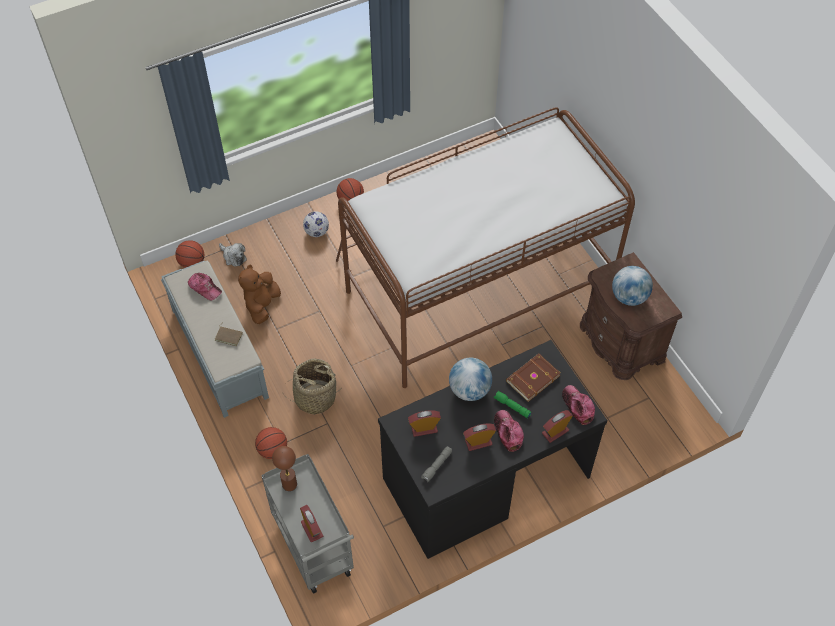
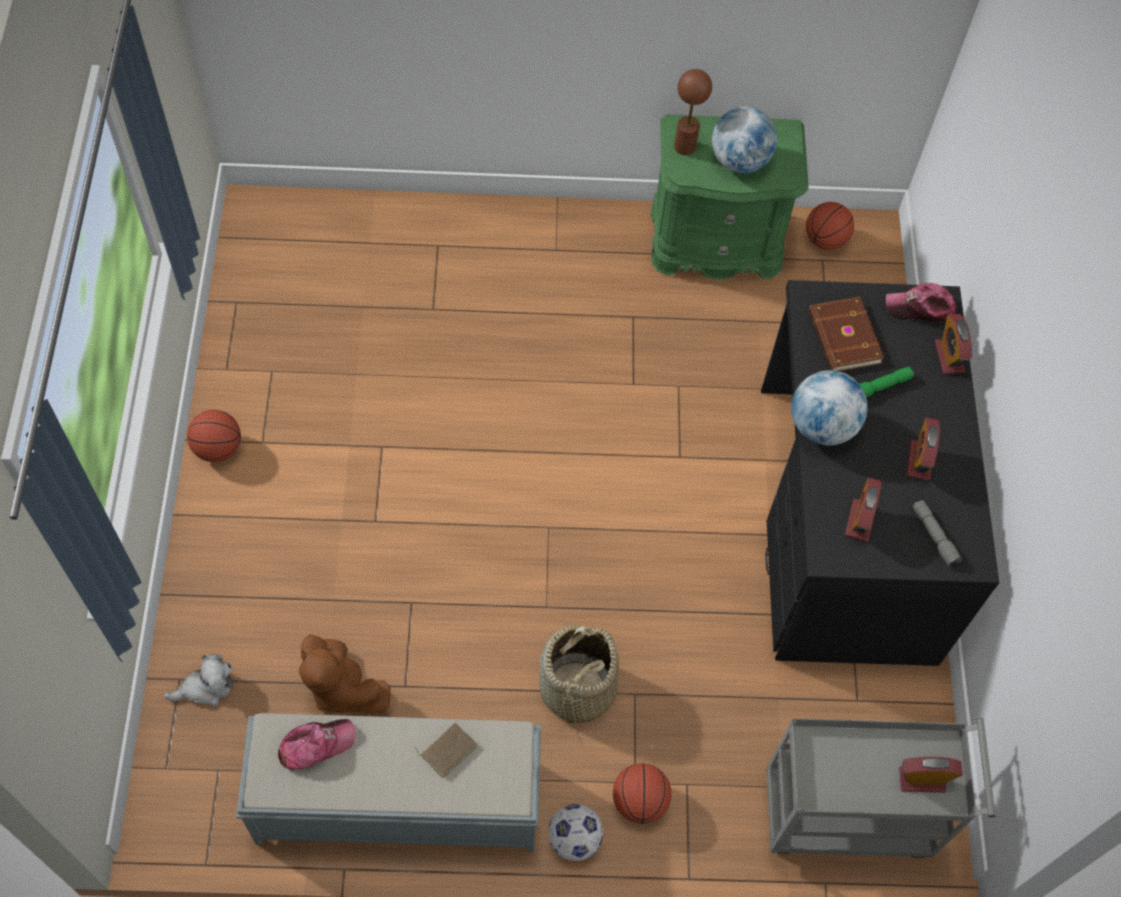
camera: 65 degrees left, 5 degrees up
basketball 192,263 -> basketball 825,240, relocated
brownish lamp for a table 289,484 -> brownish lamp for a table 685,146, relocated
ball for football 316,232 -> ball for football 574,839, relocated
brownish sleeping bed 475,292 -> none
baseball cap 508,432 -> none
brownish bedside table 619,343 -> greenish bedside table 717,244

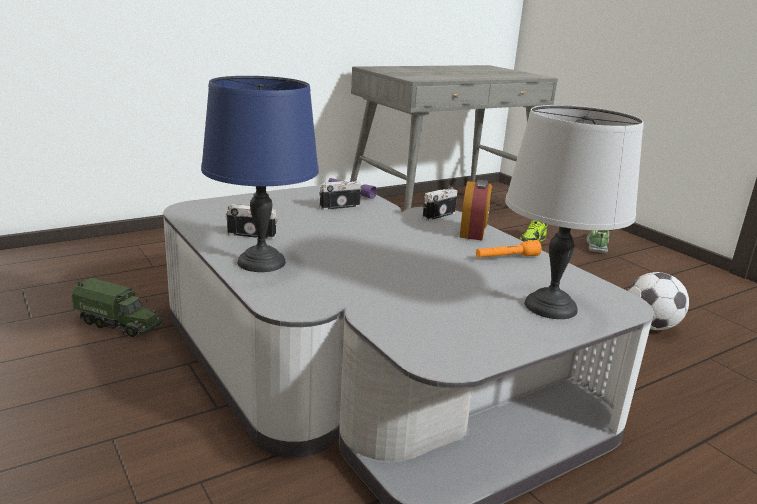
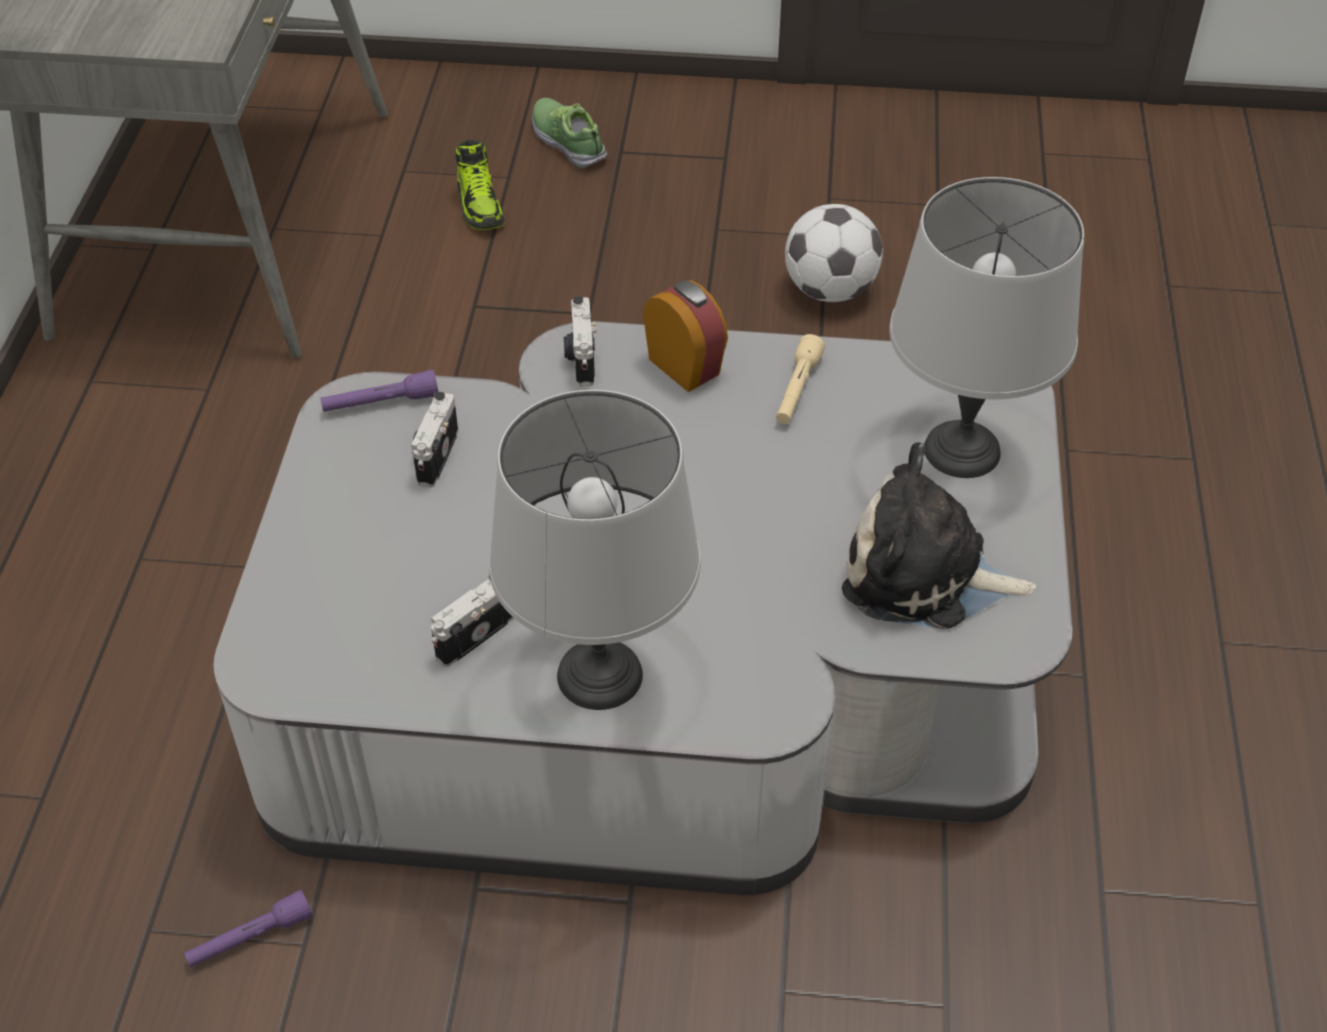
camera: 50 degrees left, 25 degrees up
toy truck 119,323 -> purple flashlight 250,938
blue lamp for a table 260,262 -> greyish lamp for a table 597,675
orange-coloured flashlight 506,258 -> beige flashlight 797,390
none -> soft toy 924,575

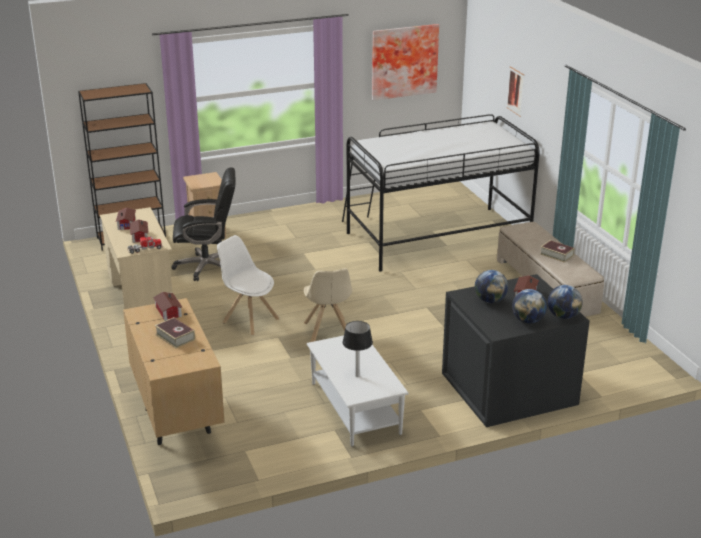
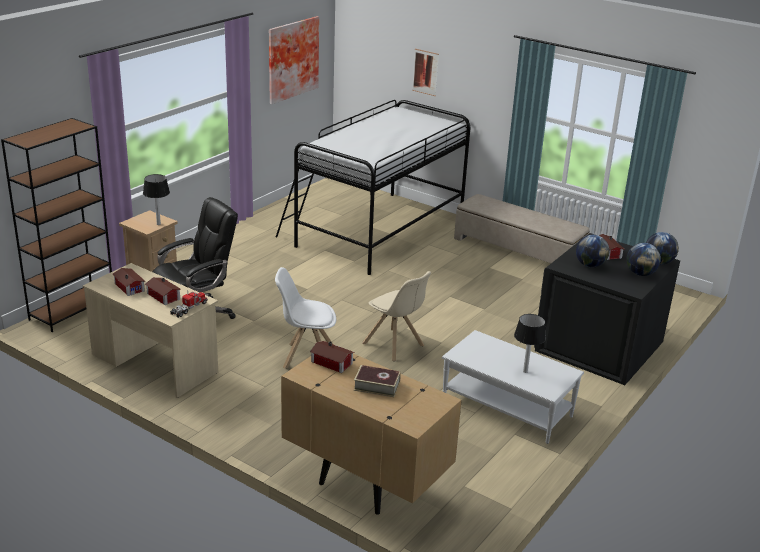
camera: 35 degrees left, 0 degrees up
bound book 556,255 -> none
none -> lamp for a table 158,224

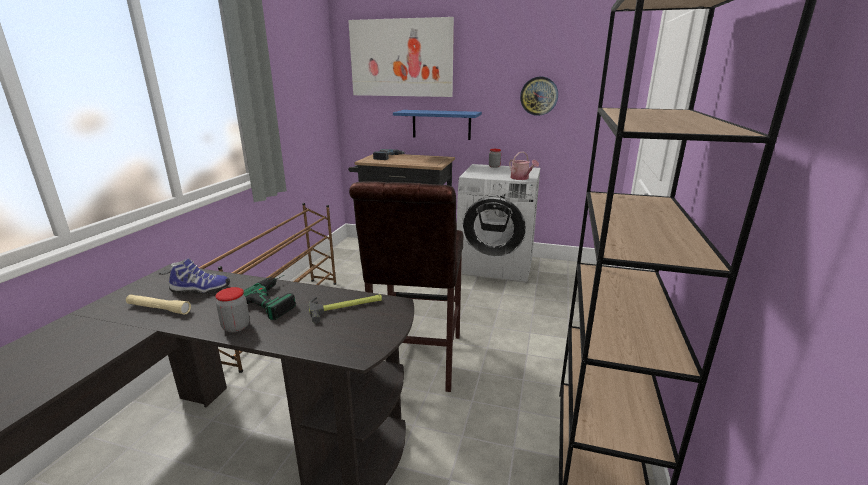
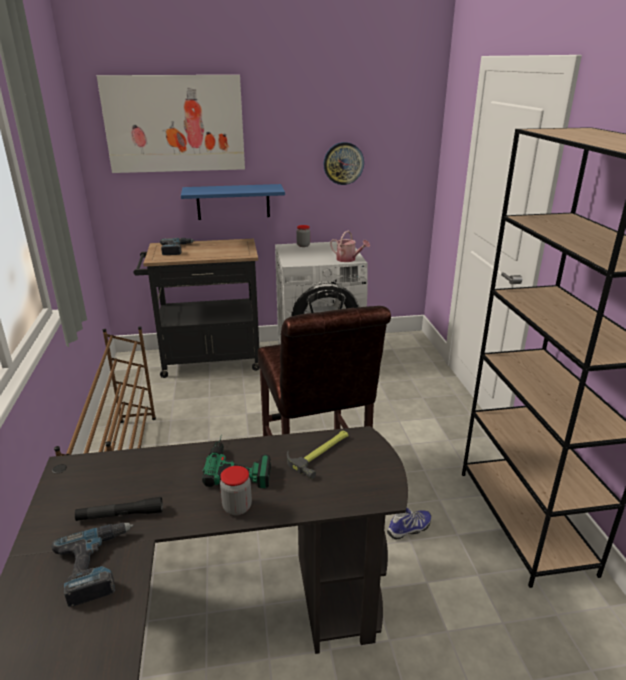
camera: 25 degrees left, 5 degrees up
beige flashlight 159,309 -> black-coloured flashlight 120,515
shoe 200,290 -> shoe 410,529, relocated
none -> drill 97,566

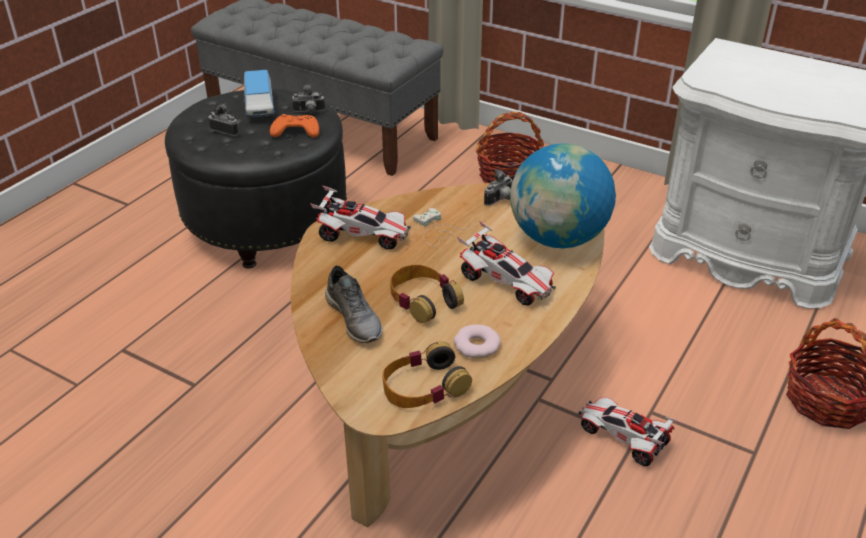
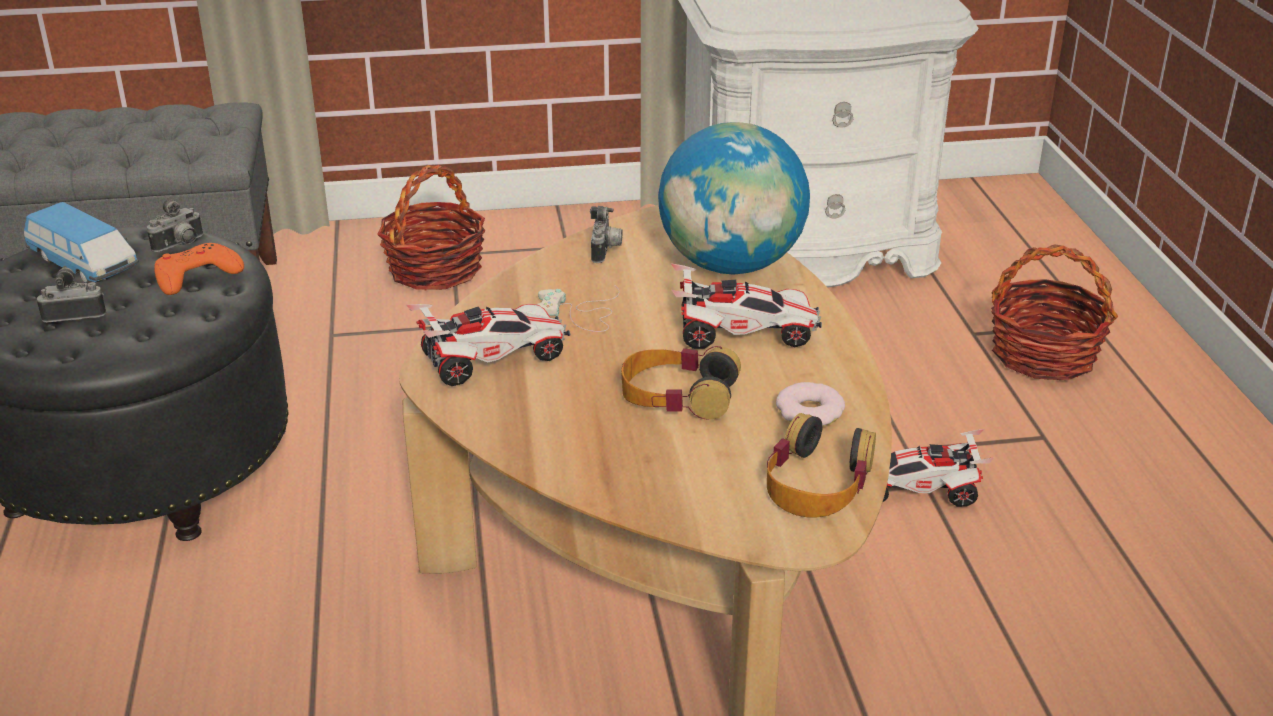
camera: 40 degrees left, 5 degrees down
greyish shoe 355,318 -> none

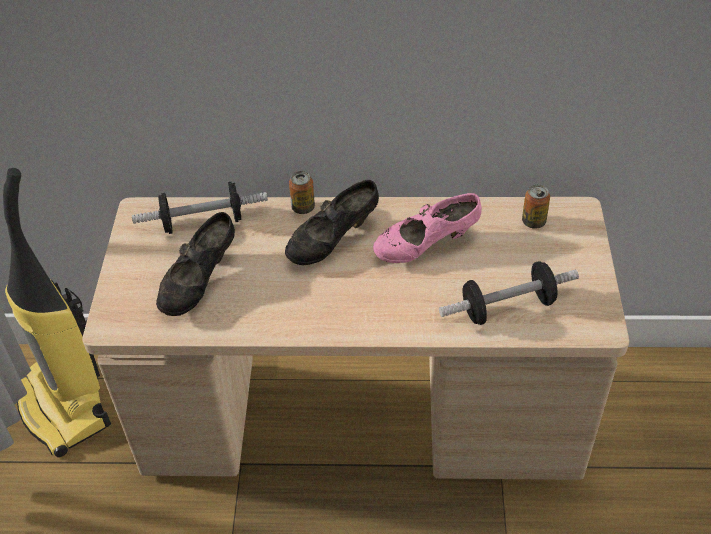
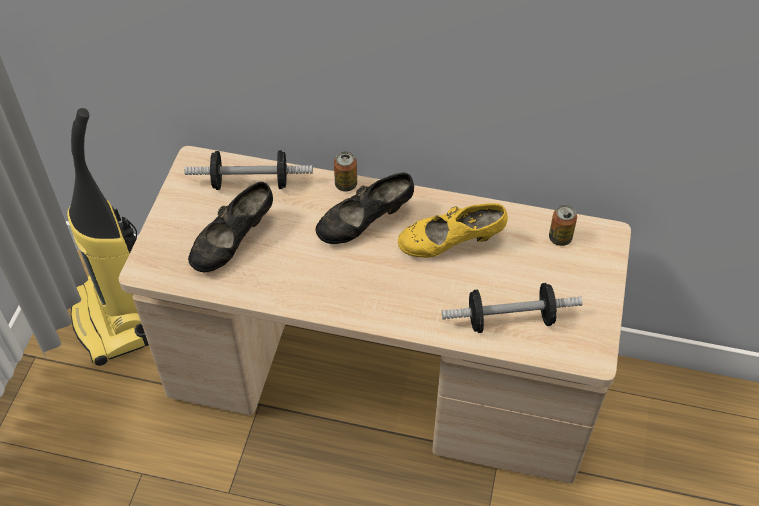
camera: 10 degrees right, 5 degrees up
pink-coloured shoe 426,246 -> yellowish shoe 450,245

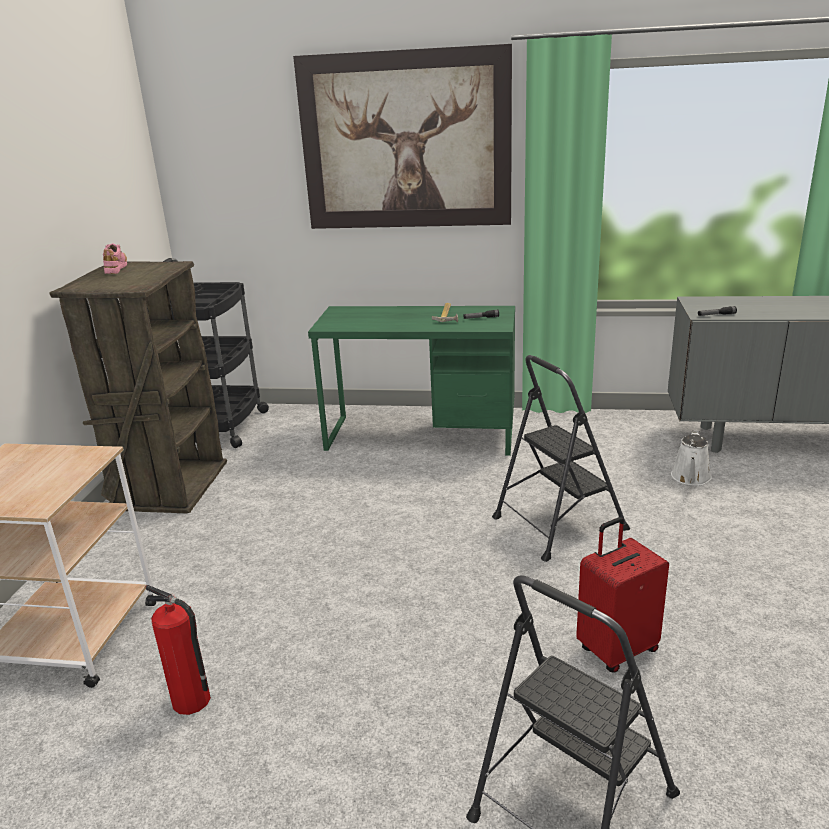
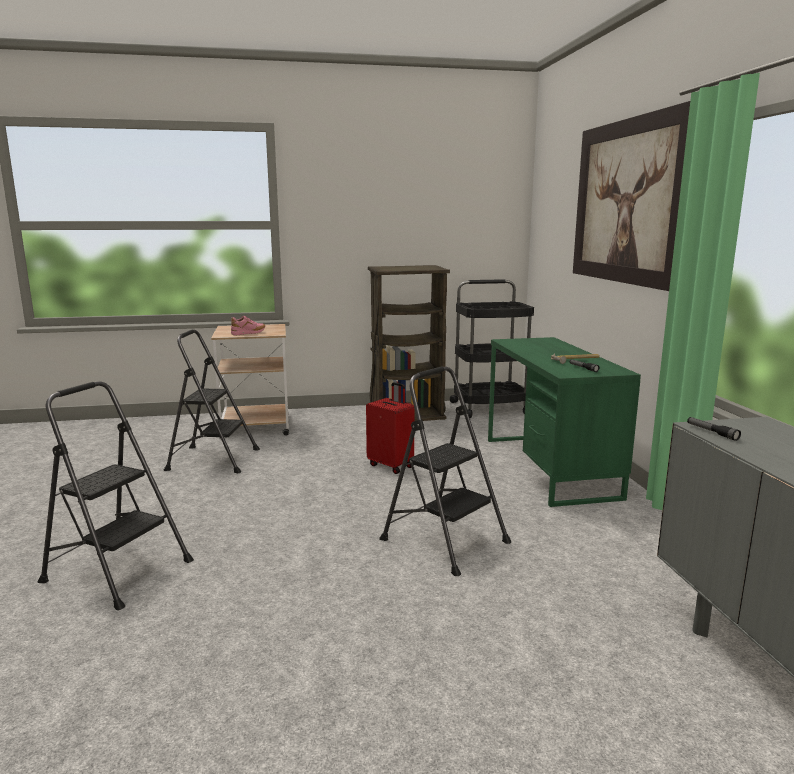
camera: 70 degrees right, 10 degrees down
pink-coloured shoe 117,269 -> pink-coloured shoe 248,333, relocated
fire-fighting cylinder 192,700 -> black-coloured step ladder 211,459
red-coloured suitcase 616,649 -> red-coloured suitcase 391,465, relocated
white-coloured watering pot 690,478 -> none

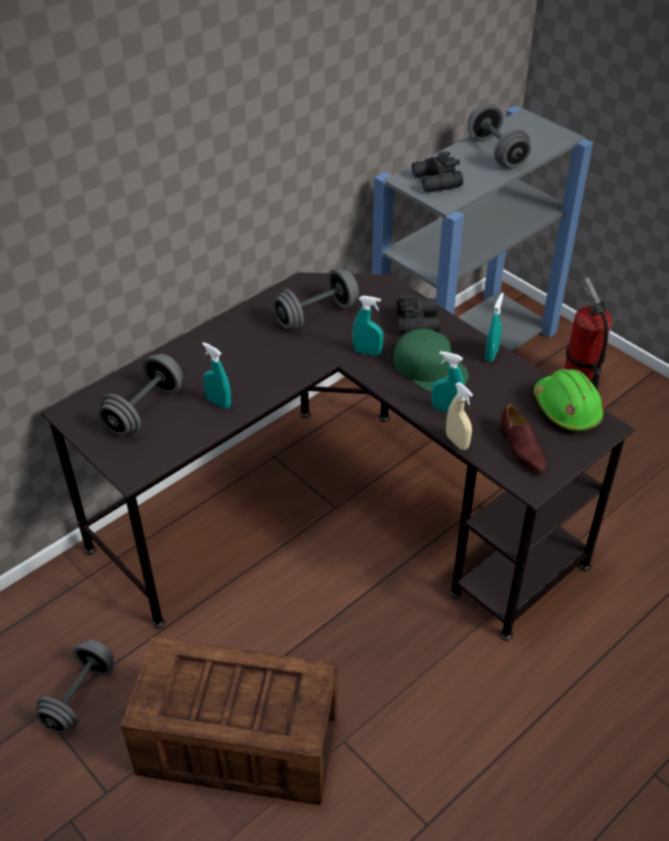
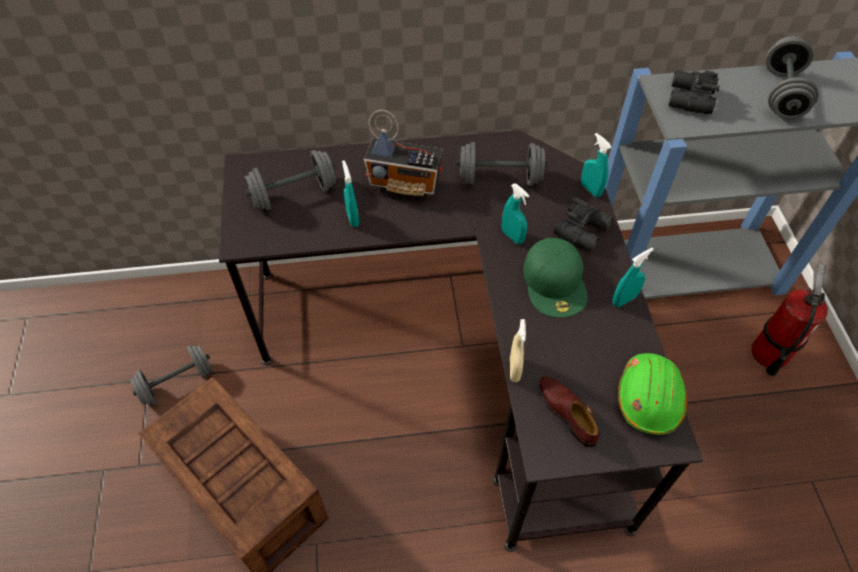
camera: 35 degrees right, 10 degrees up
turquoise sprayer 446,409 -> turquoise sprayer 590,189, relocated
brownish shoe 521,449 -> brownish shoe 567,413, 135 degrees clockwise
none -> radio set 405,183

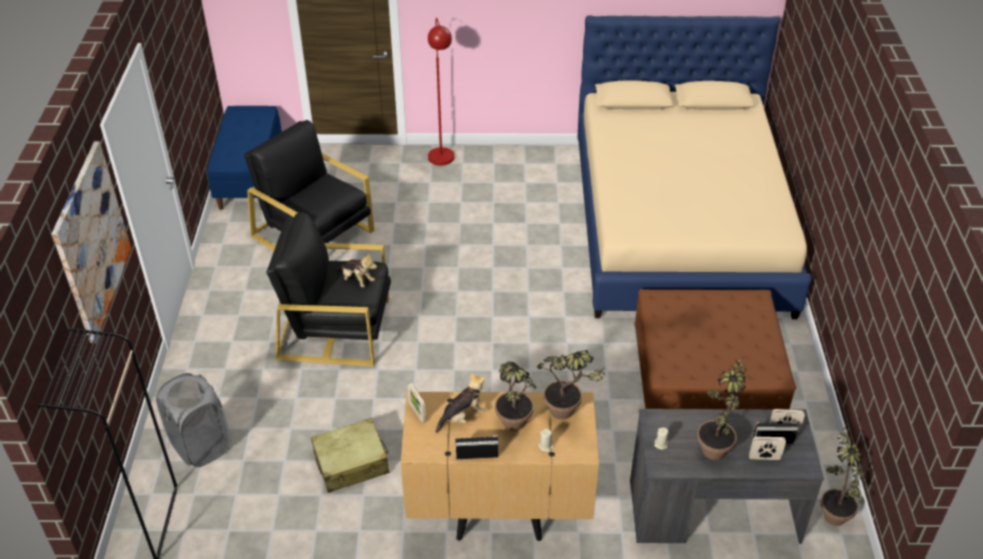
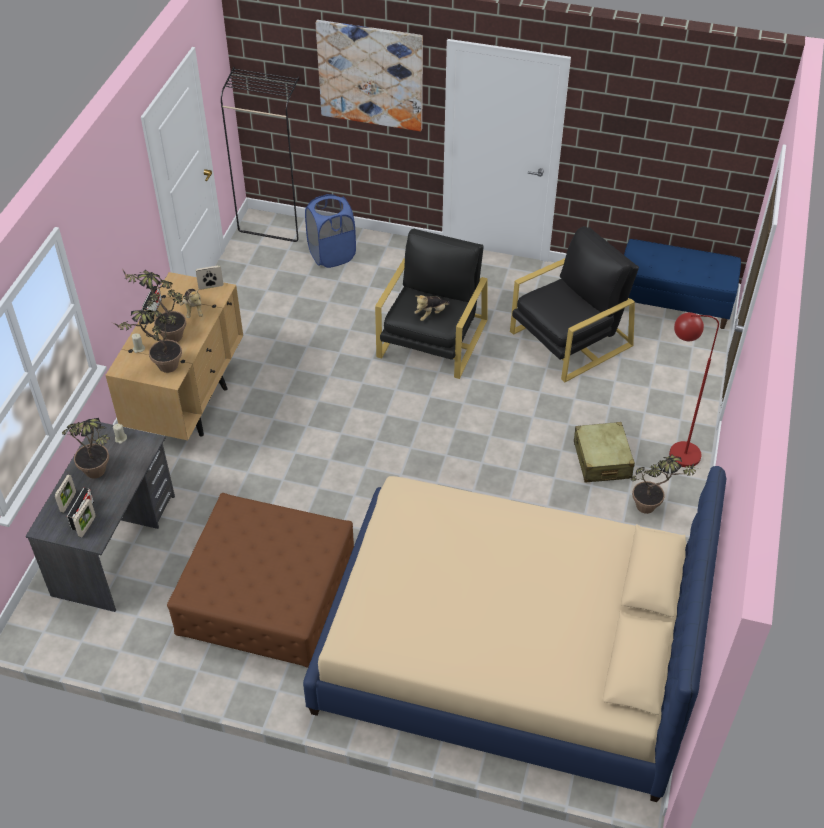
camera: 105 degrees right, 5 degrees up
greyish washing basket 200,445 -> blue washing basket 332,255
beige suitcase 351,463 -> beige suitcase 602,460, relocated
potted plant 833,510 -> potted plant 652,508, relocated

